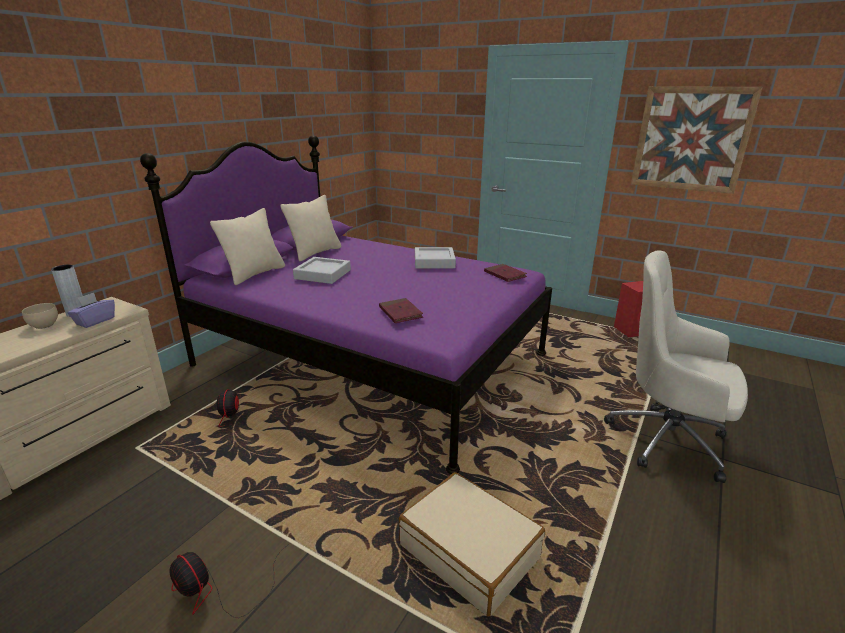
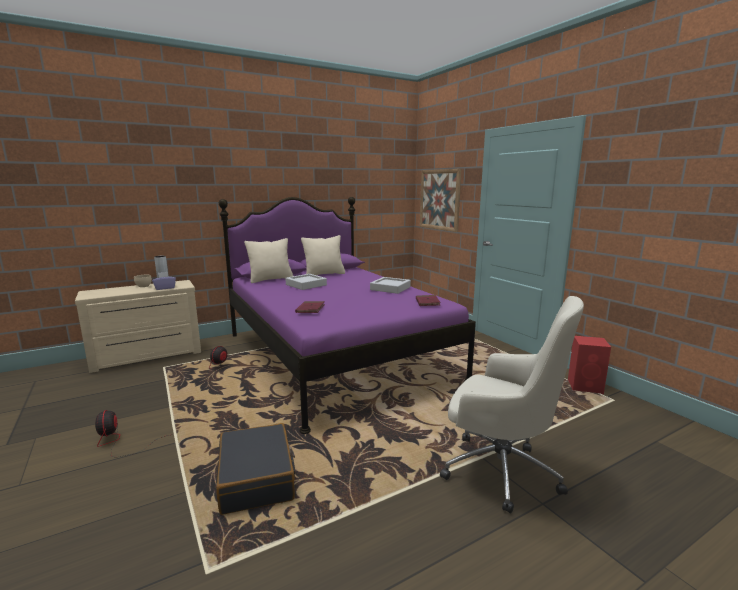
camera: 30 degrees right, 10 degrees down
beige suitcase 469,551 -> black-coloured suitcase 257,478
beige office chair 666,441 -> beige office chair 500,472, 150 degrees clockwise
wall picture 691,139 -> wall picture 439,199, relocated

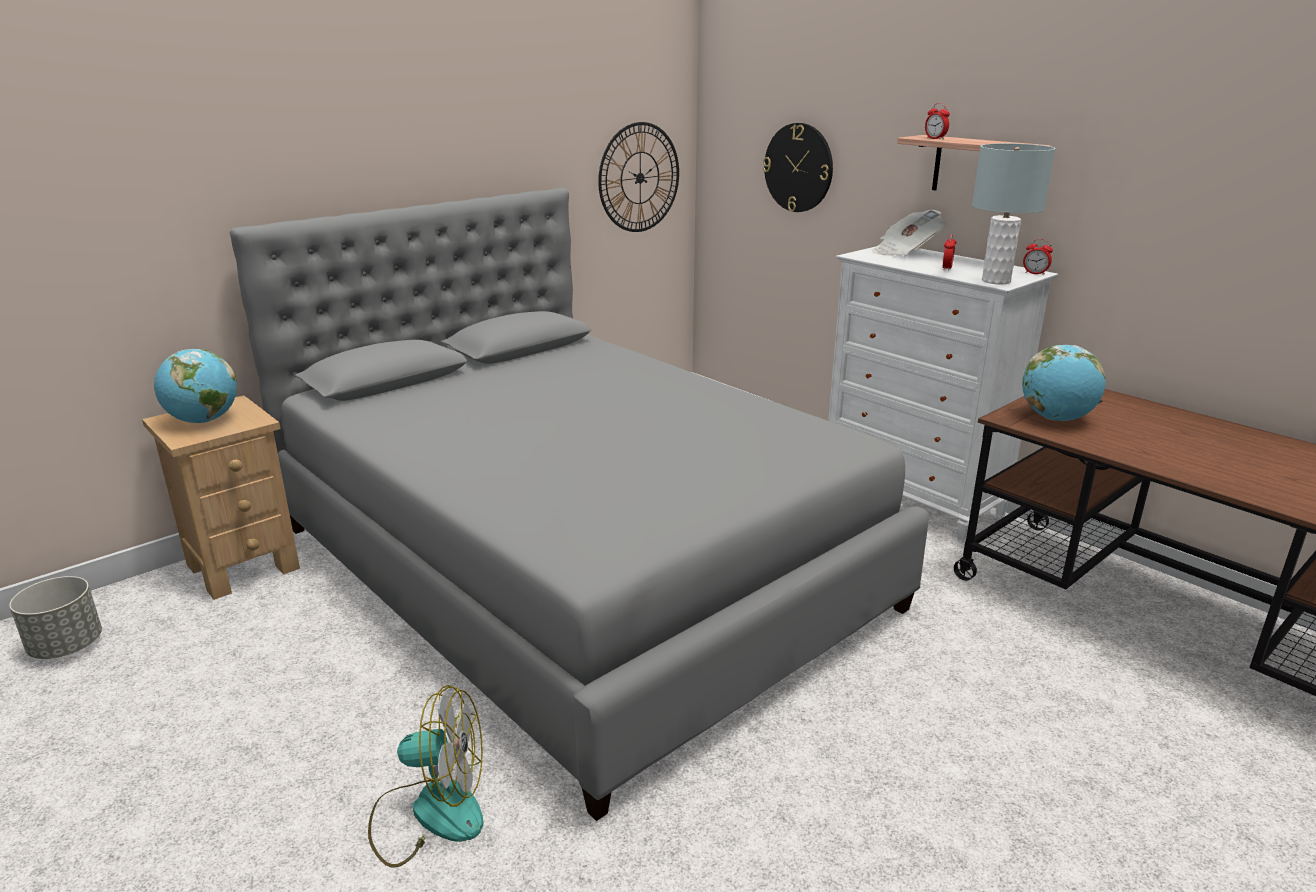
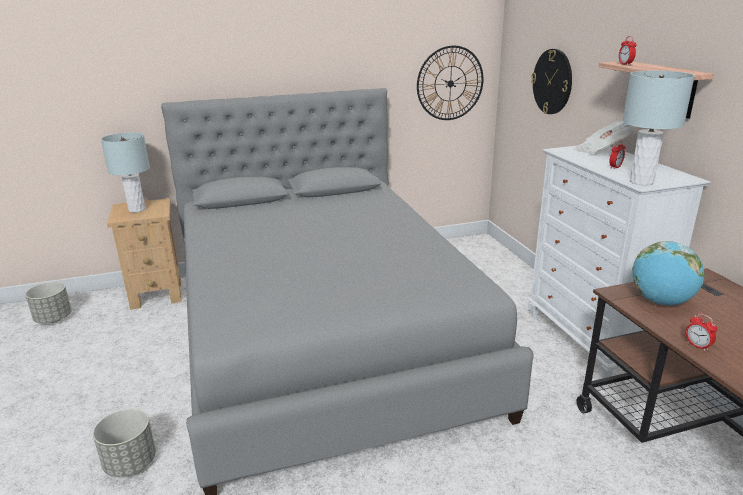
camera: 25 degrees right, 0 degrees up
globe 203,421 -> greyish lamp for a table 136,209
cooling fan 429,812 -> greyish flower pot 131,462
table clock 1035,273 -> table clock 697,346, relocated

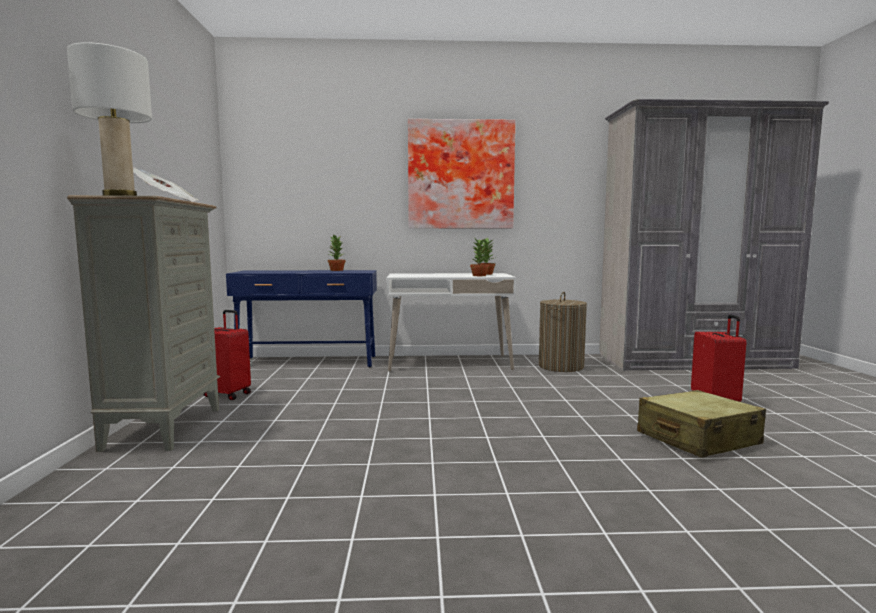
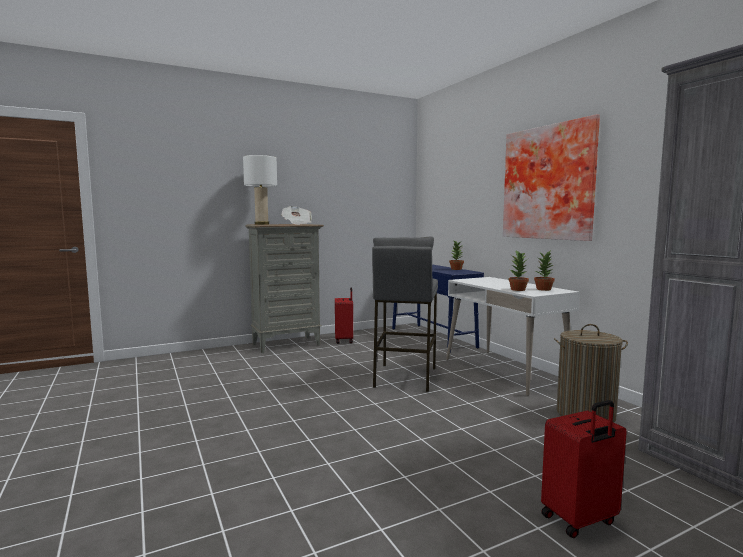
camera: 65 degrees right, 0 degrees up
beige suitcase 697,439 -> none
none -> greyish stool 404,377

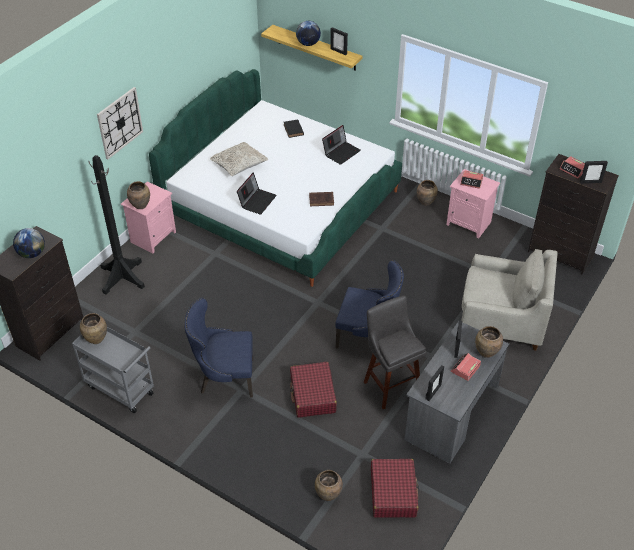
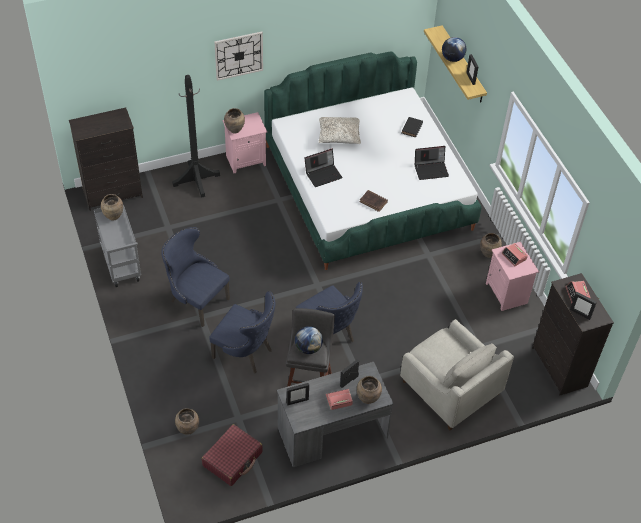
camera: 35 degrees right, 5 degrees up
globe 32,253 -> globe 308,348, relocated
red-coloured suitcase 312,395 -> blue plain chair 245,353

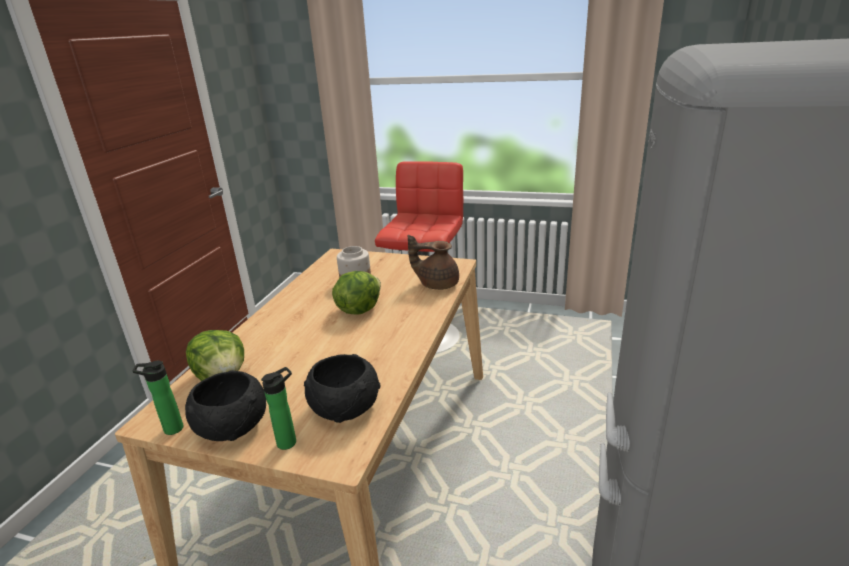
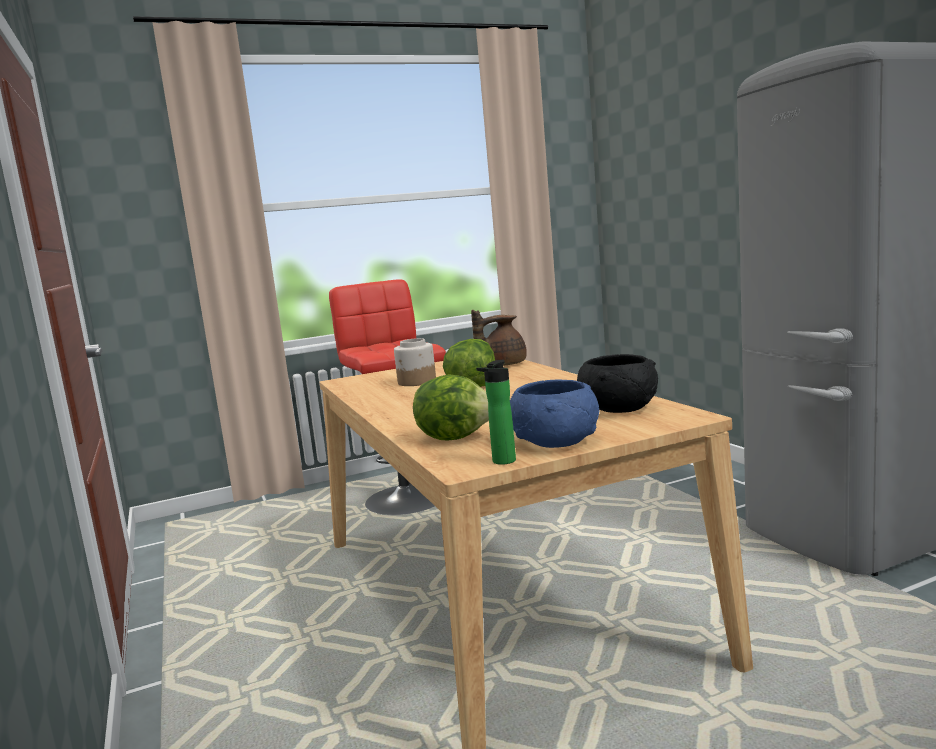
camera: 40 degrees left, 15 degrees down
black-coloured deep dish 232,425 -> blue deep dish 555,441
bottle 289,441 -> none

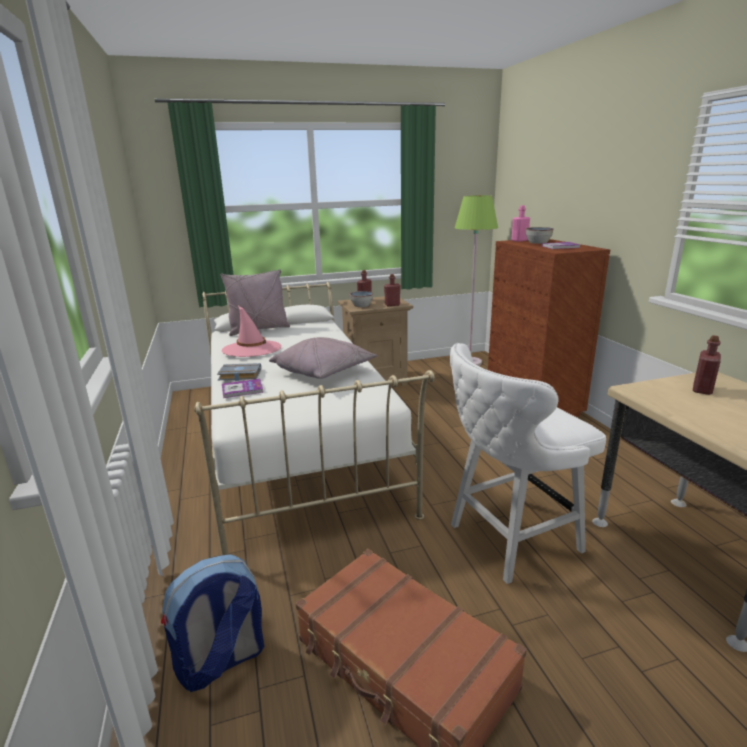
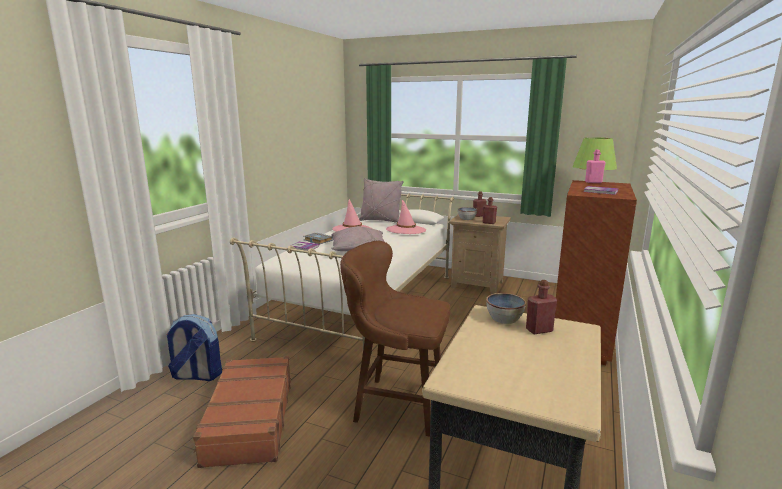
camera: 40 degrees right, 5 degrees down
white-coloured stool 509,539 -> brownish stool 395,404
deep dish 537,242 -> deep dish 504,318, relocated
none -> pink-coloured hat 406,230

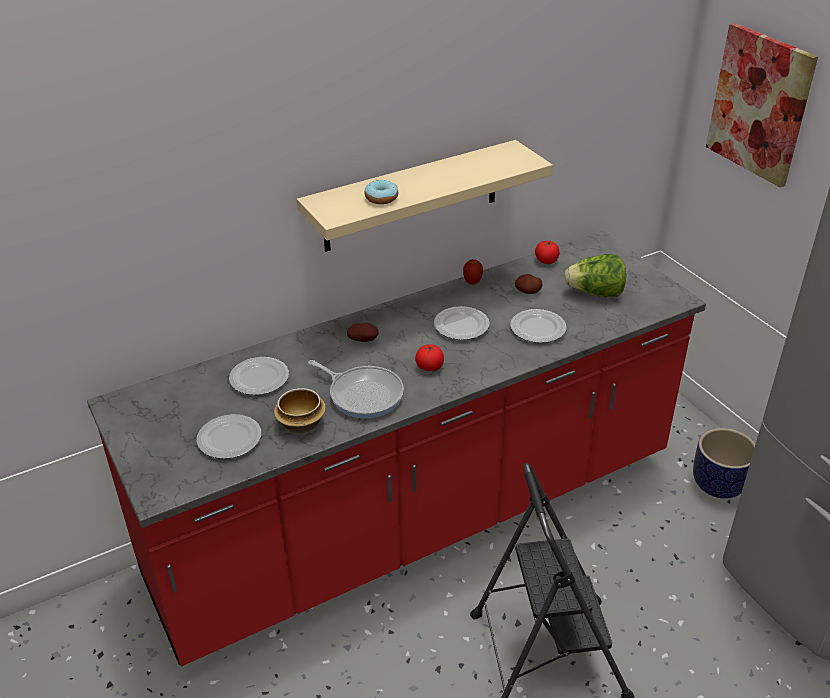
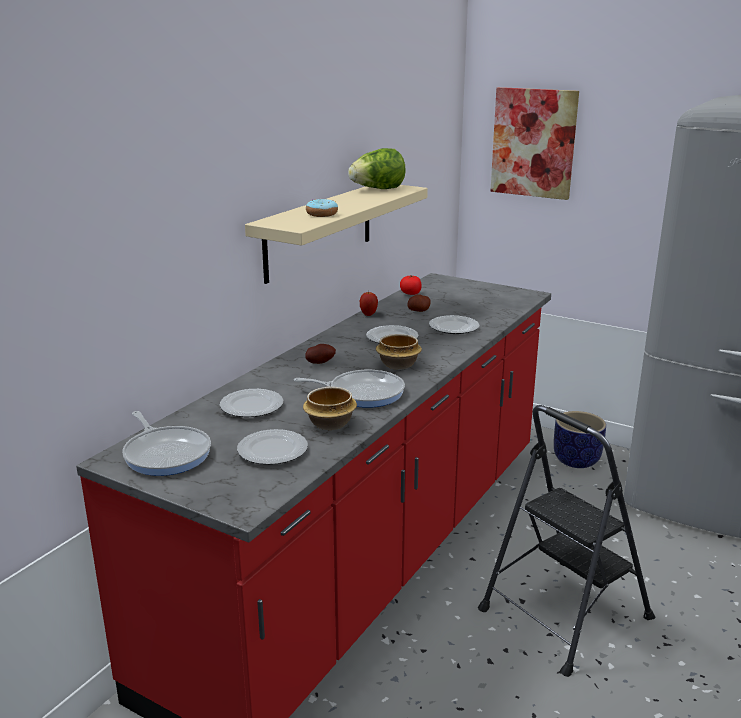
camera: 30 degrees left, 15 degrees down
tomato 429,367 -> deep dish 397,365
lettuce head 595,293 -> lettuce head 377,189, relocated
none -> skillet 166,453

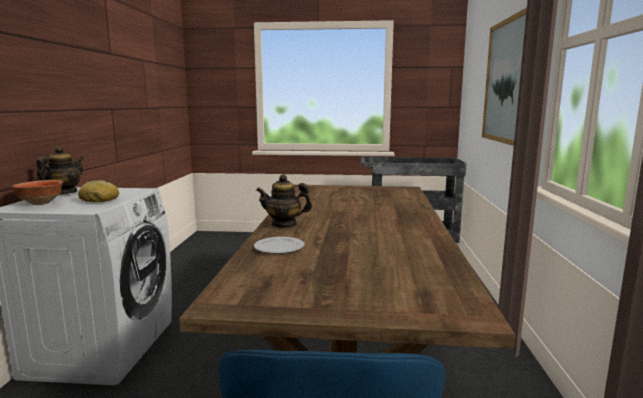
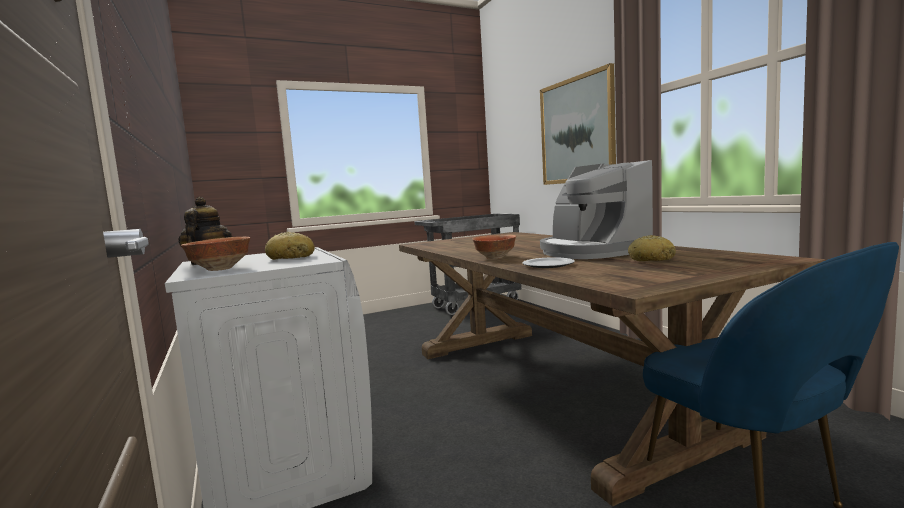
camera: 30 degrees left, 5 degrees down
pot for tea 284,224 -> deep dish 495,257
none -> coffee machine 590,252
none -> bakery bread 651,259

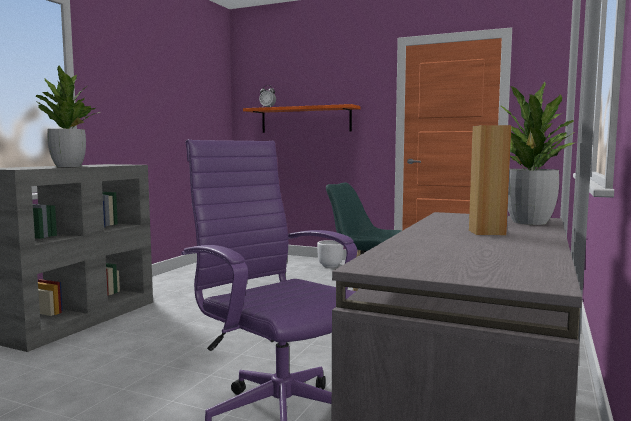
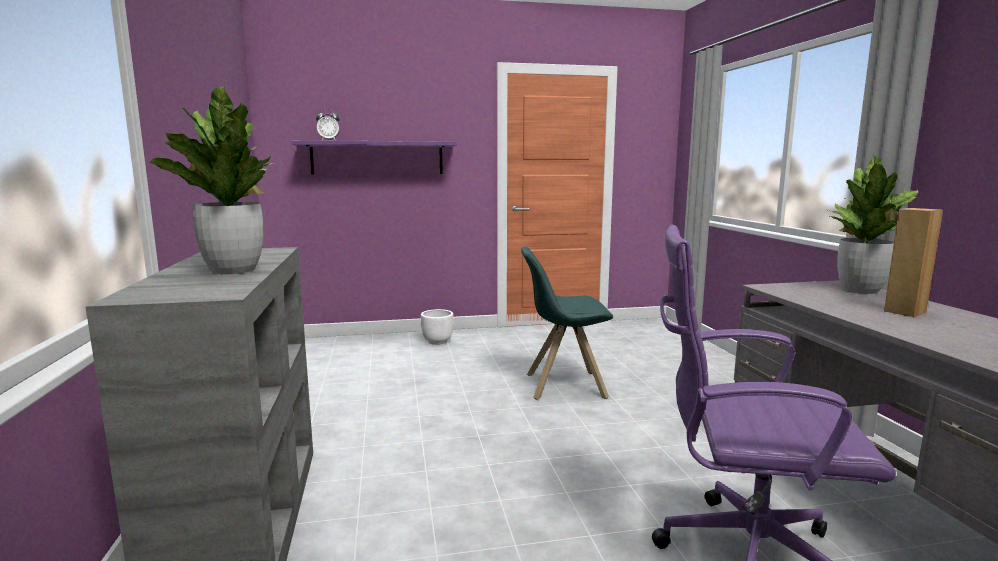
camera: 35 degrees left, 5 degrees up
orange-coloured shelf 305,120 -> purple shelf 377,158

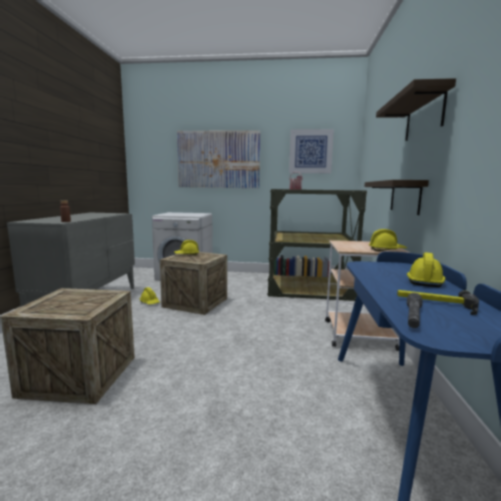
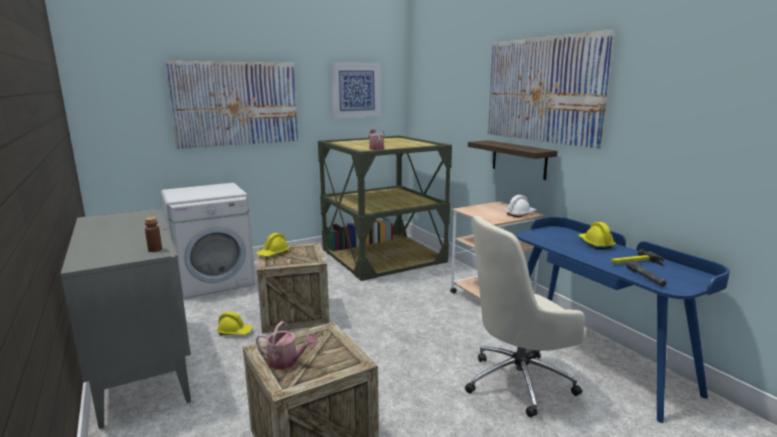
camera: 35 degrees left, 5 degrees up
yellowish safety helmet 386,250 -> white-coloured safety helmet 520,214
shelf 424,116 -> wall picture 543,90
none -> watering pot 287,362
none -> beige office chair 518,382

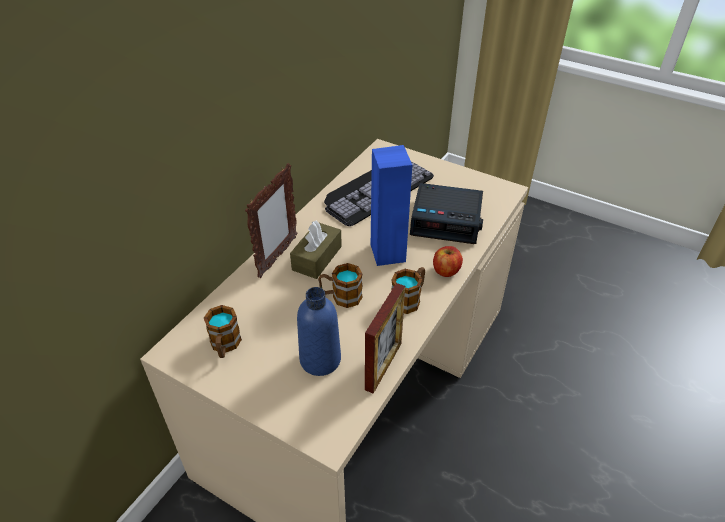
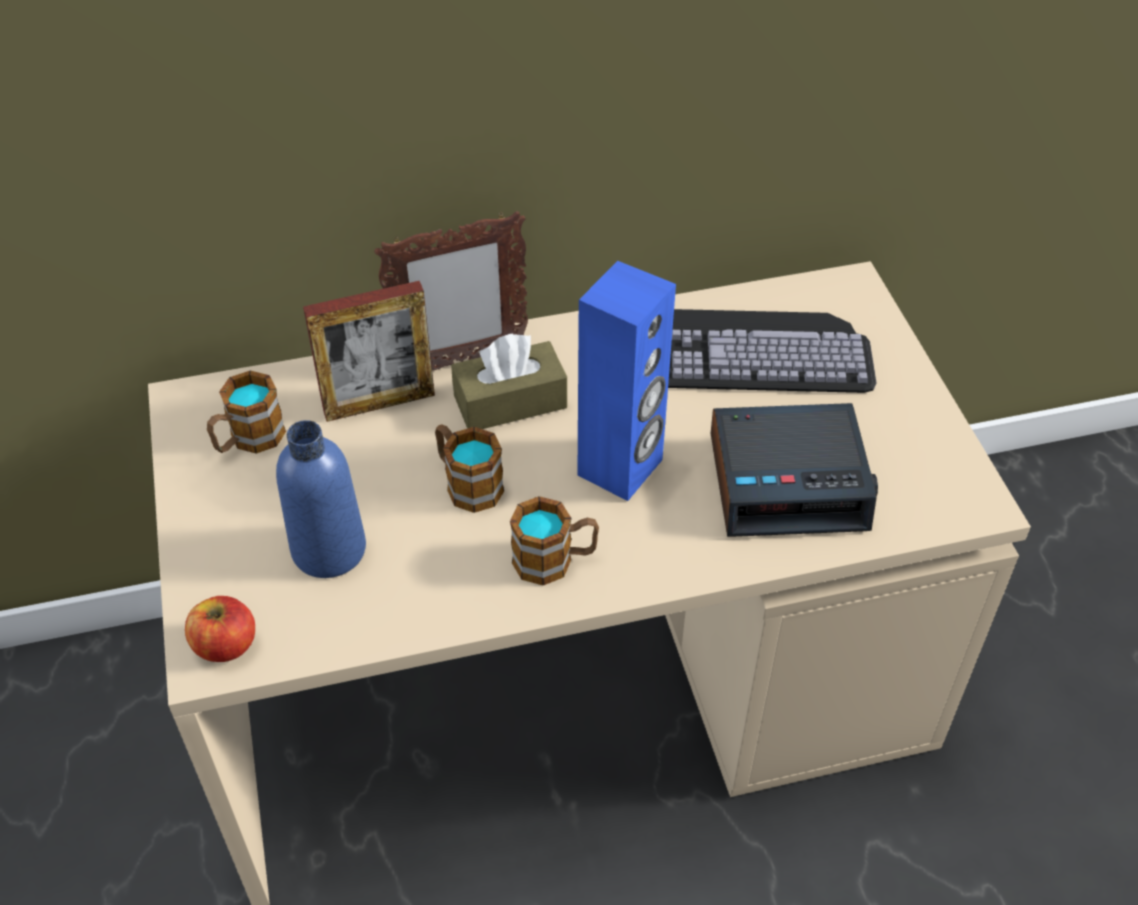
camera: 45 degrees right, 5 degrees up
standing frame 383,366 -> standing frame 379,403, relocated
table clock 447,220 -> table clock 789,481, 60 degrees counterclockwise
whole apple 446,270 -> whole apple 226,645, relocated

